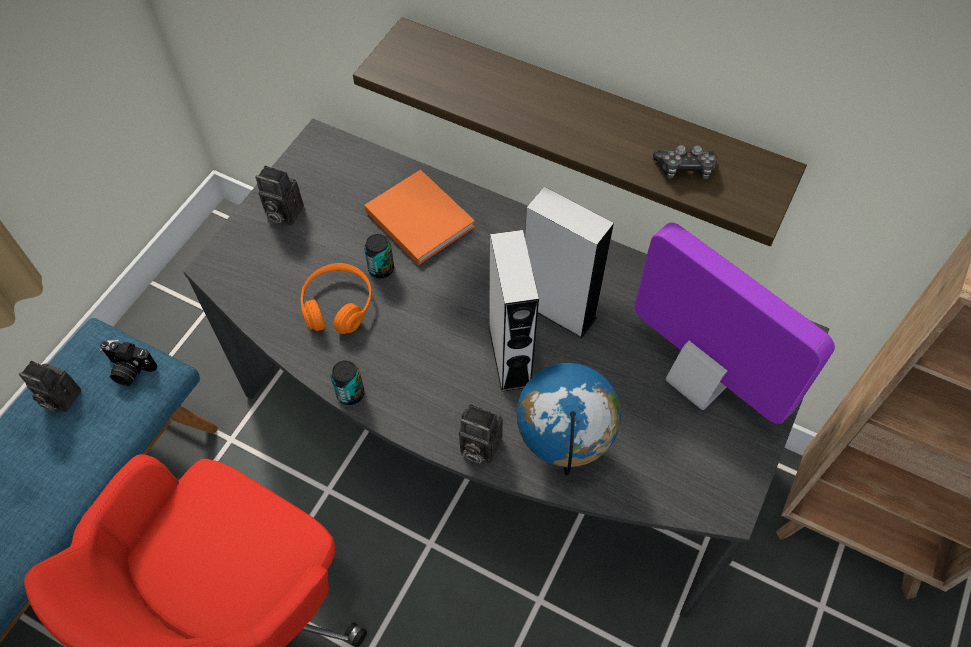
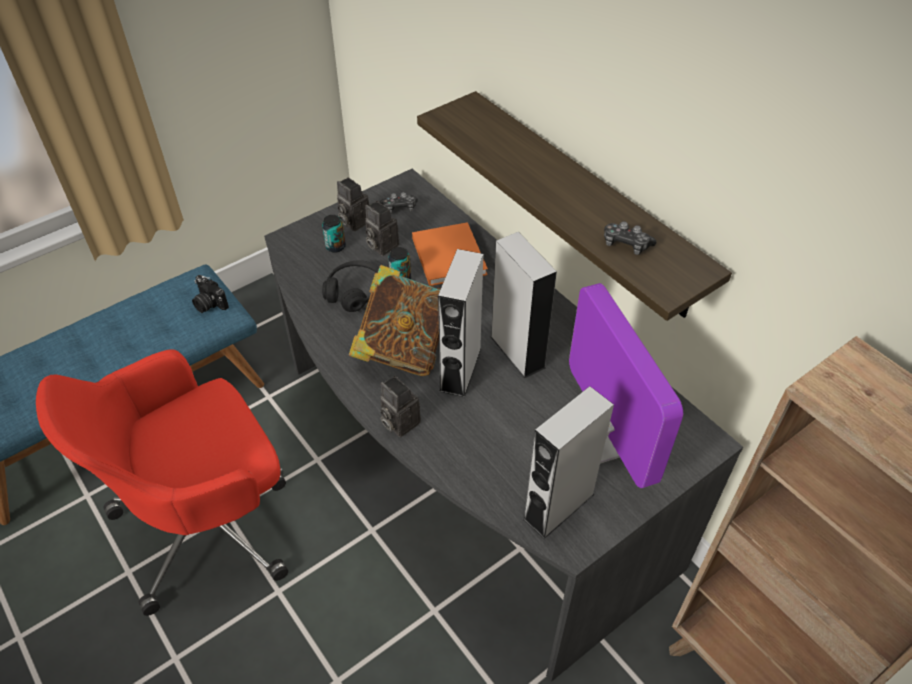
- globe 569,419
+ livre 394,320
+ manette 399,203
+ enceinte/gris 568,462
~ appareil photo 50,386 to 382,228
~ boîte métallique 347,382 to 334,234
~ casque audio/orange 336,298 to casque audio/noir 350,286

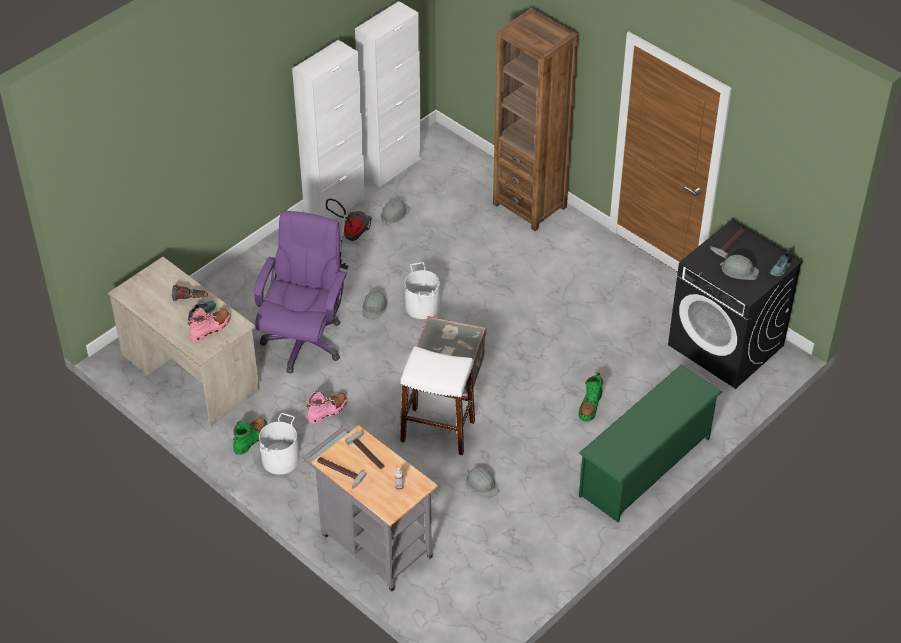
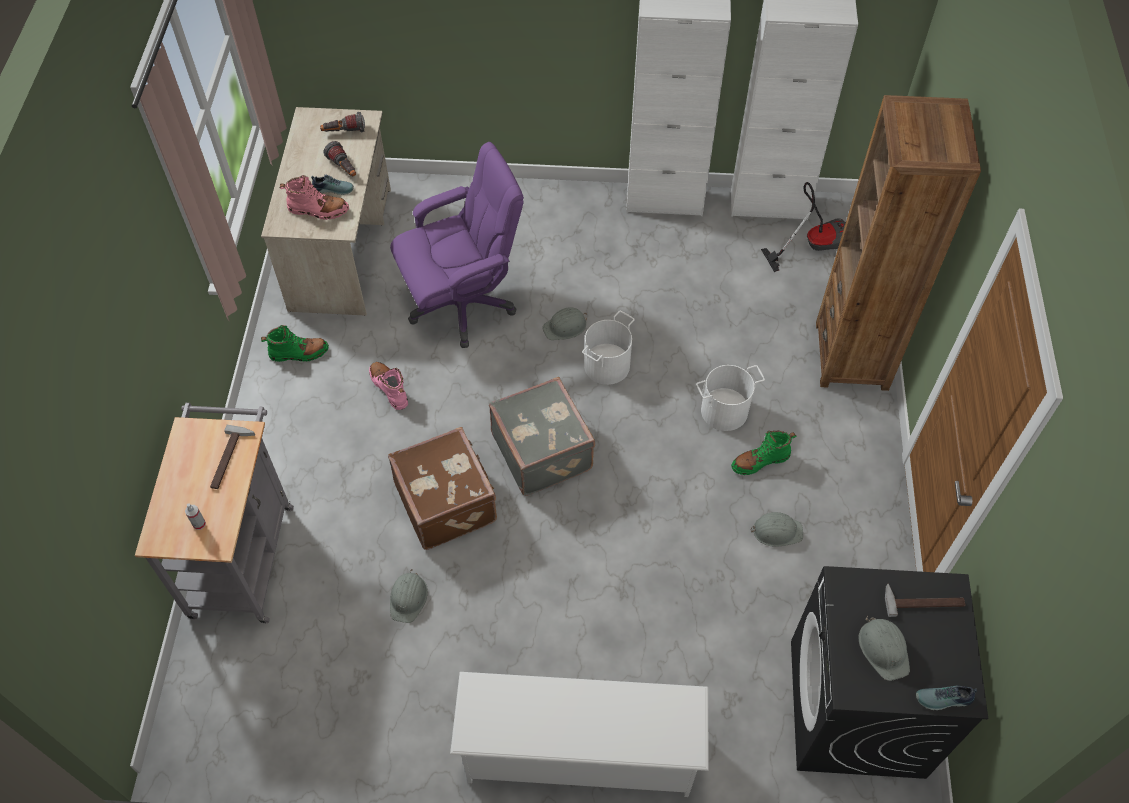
- marteau 341,473
+ lampe de poche 342,122
~ seau/blanc 279,444 to 730,398
~ aspirateur 349,234 to 803,227
~ casque de chantier/gris 395,211 to 777,529
~ botte/vert 591,397 to 763,453
~ tabouret/blanc 437,400 to valise/marron 442,488
~ étagère à chaussures/vert 650,443 to étagère à chaussures/blanc 579,734
~ botte/rose 327,407 = 388,386 135 degrees counterclockwise

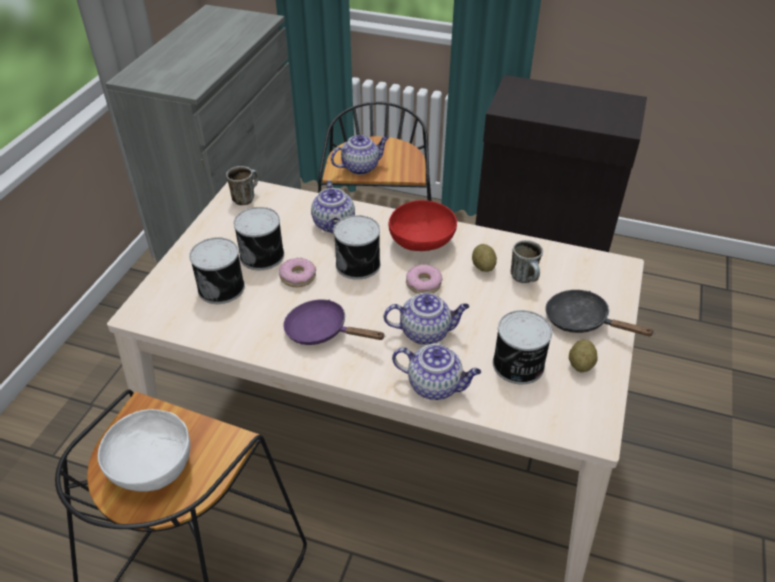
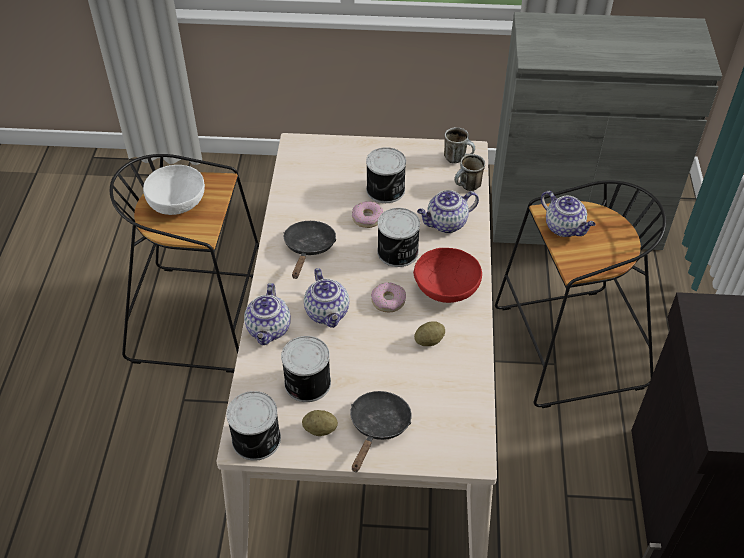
~ boîte métallique 217,270 to 253,426
~ mug 526,261 to 469,172
~ poêle/violet 333,322 to poêle/noir 310,250

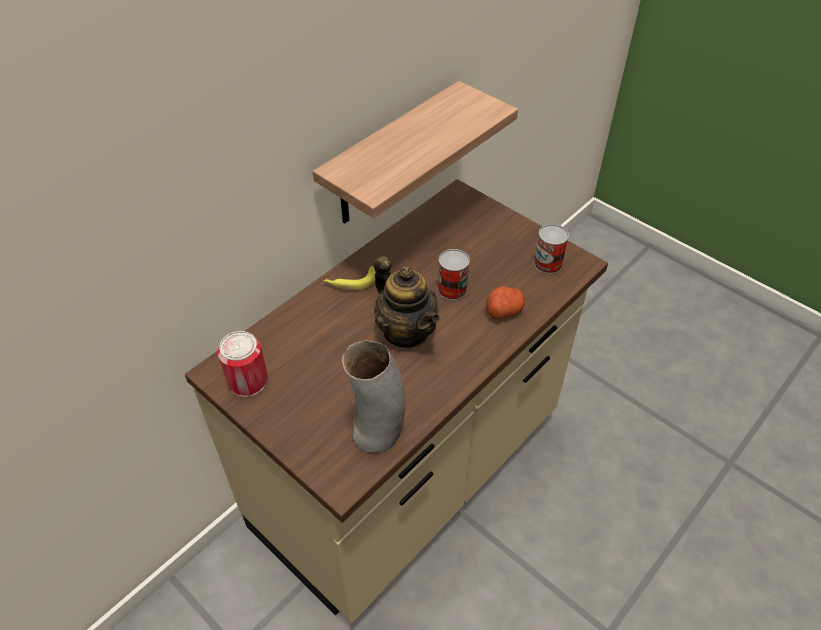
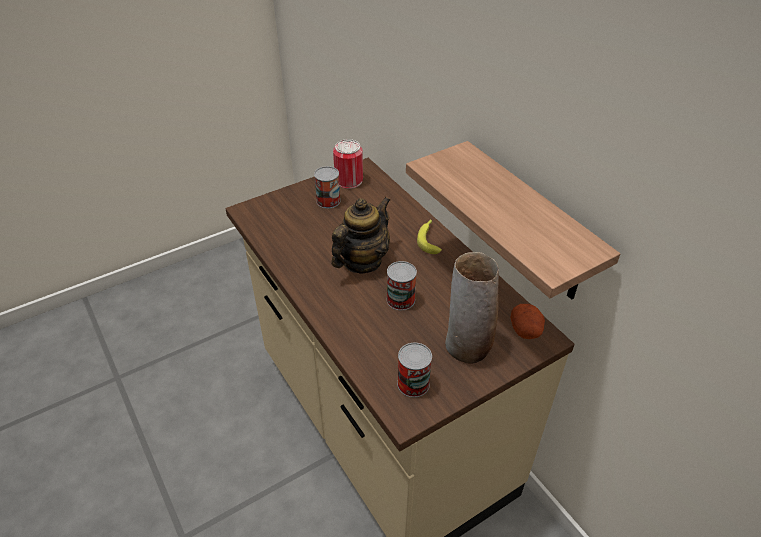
+ boîte métallique 327,187
~ vase 373,396 to 472,308
~ pomme de terre 505,302 to 527,321
~ théière 406,302 = 360,235 150 degrees clockwise

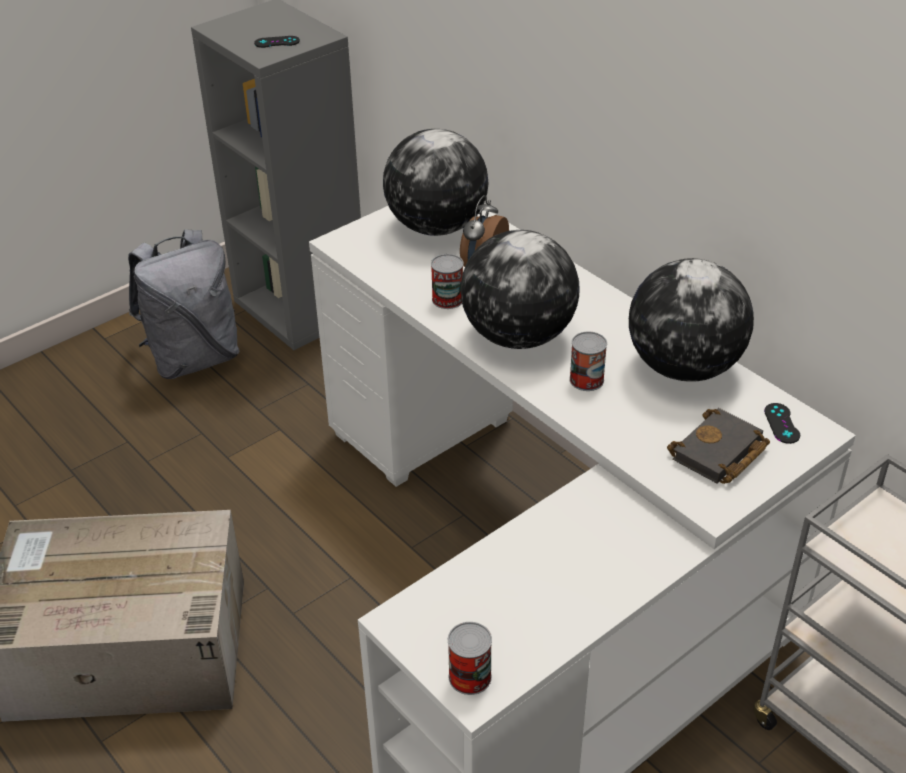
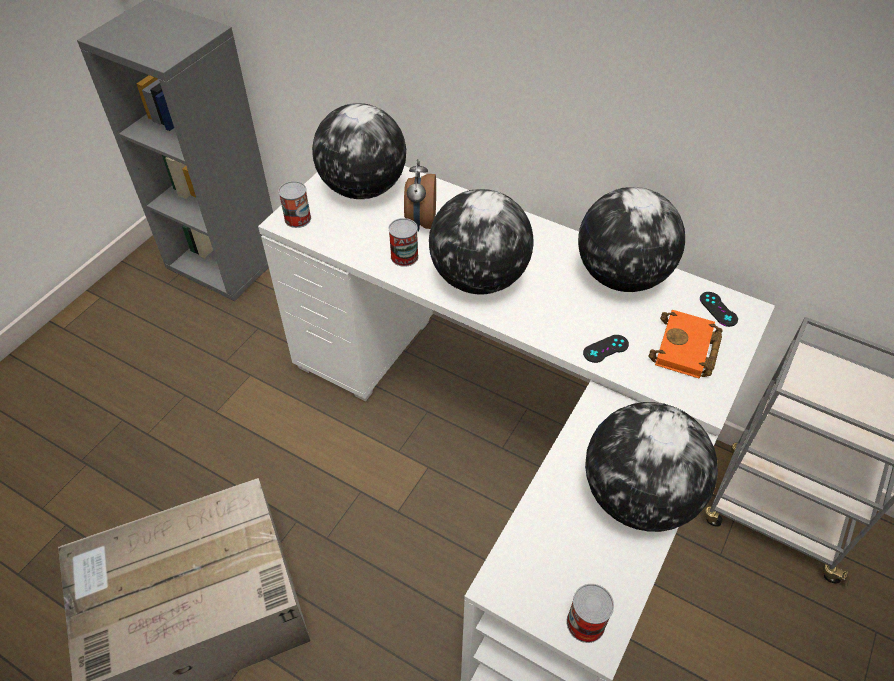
- sac à dos/gris 183,304
+ globe 651,467
~ manette/noir 277,42 to 606,349
~ boîte métallique 588,361 to 294,204
~ livre/noir 718,446 to livre/orange 685,344

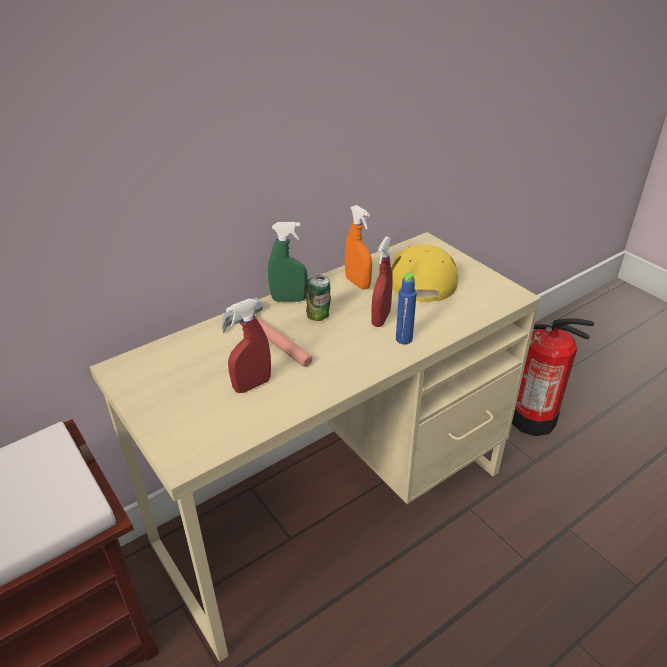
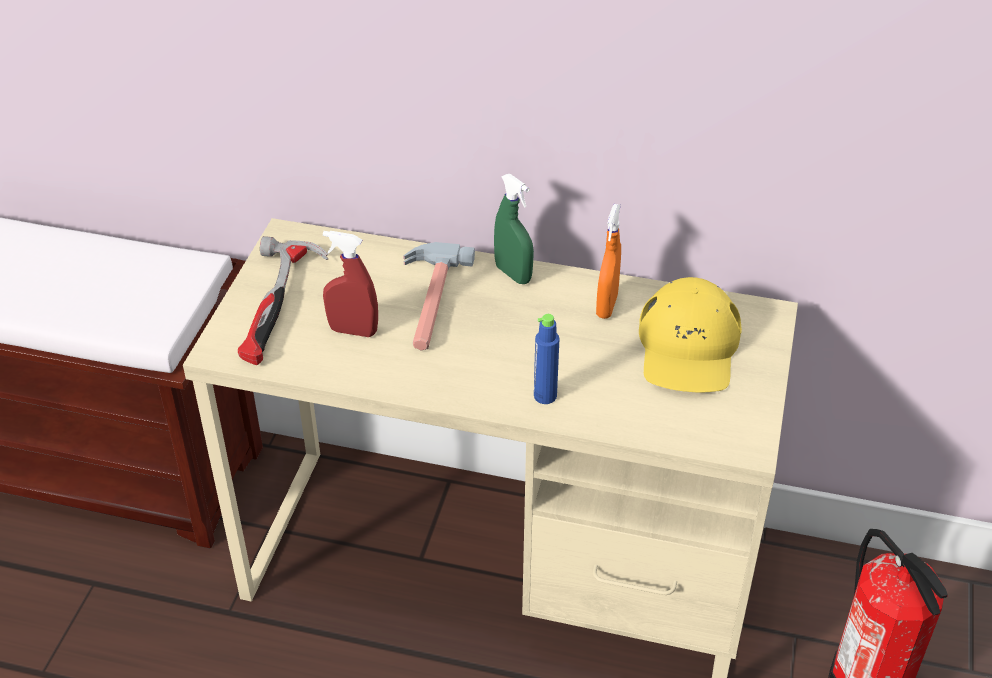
- boîte métallique 318,298
- vaporisateur/rouge 382,282
+ marteau 283,300
~ casquette/jaune 425,273 = 690,334 135 degrees clockwise

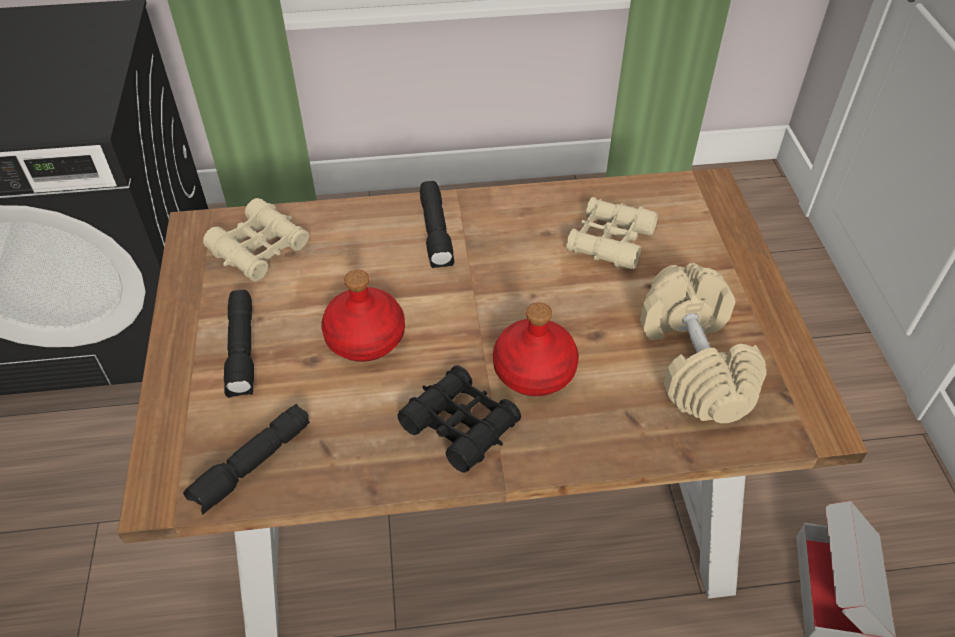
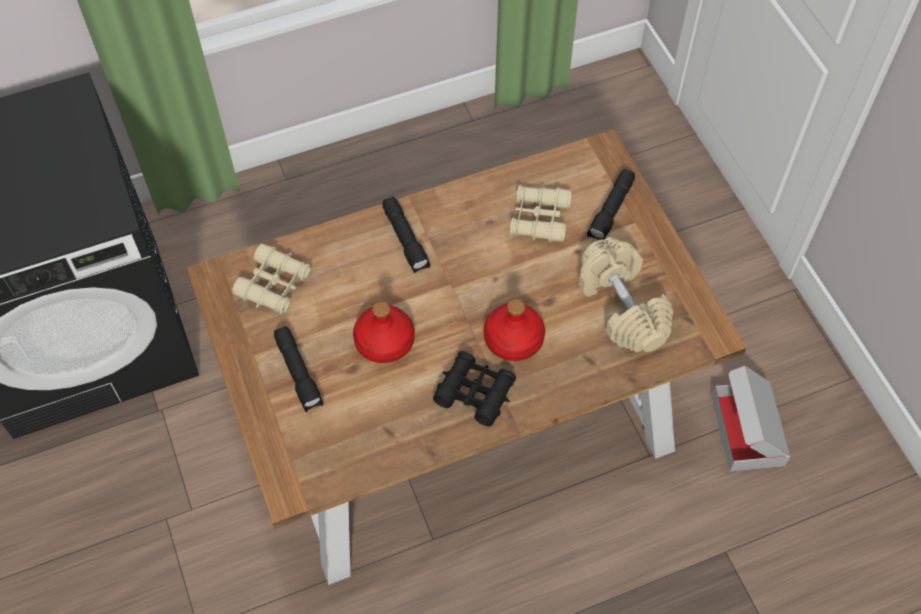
~ lampe de poche/noir 246,459 to 611,204

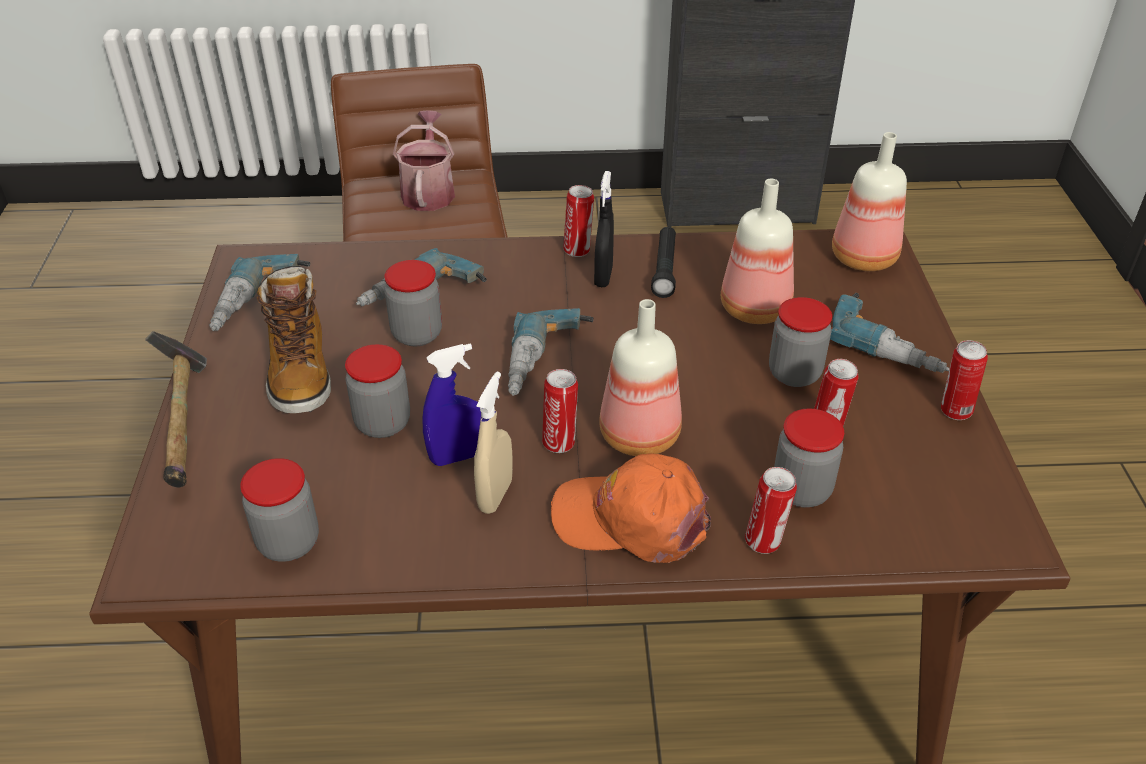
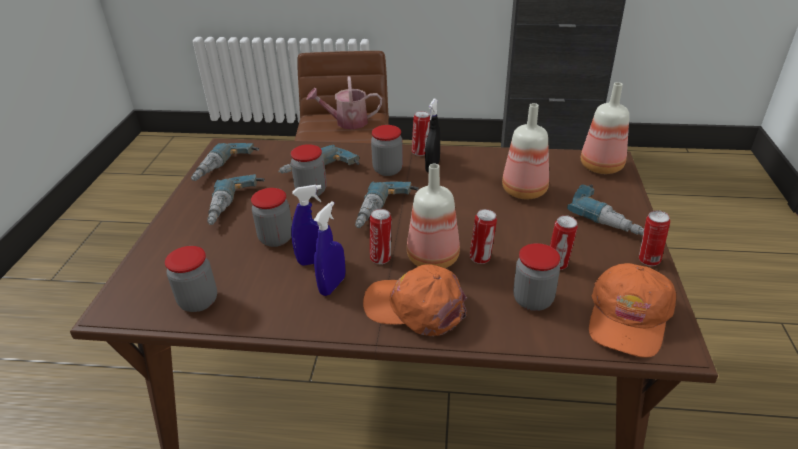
- marteau 176,409
- lampe de poche/noir 663,262
+ casquette/orange 632,310
~ boîte métallique 771,510 to 483,236
~ bocal 800,342 to 387,150
~ botte 294,339 to perceuse 236,199
~ vaporisateur/beige 493,443 to vaporisateur/bleu 330,248
~ arrosoir 424,160 = 344,102 105 degrees counterclockwise

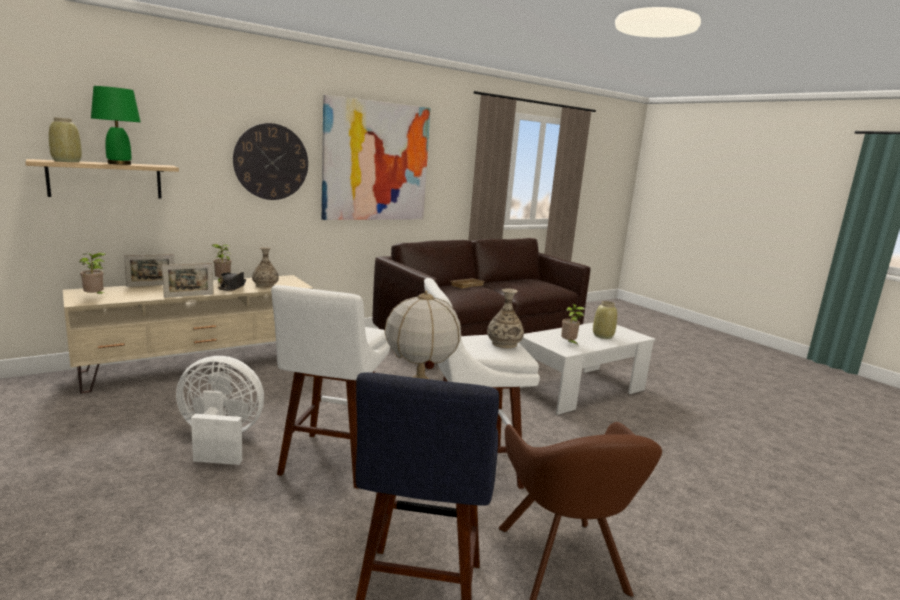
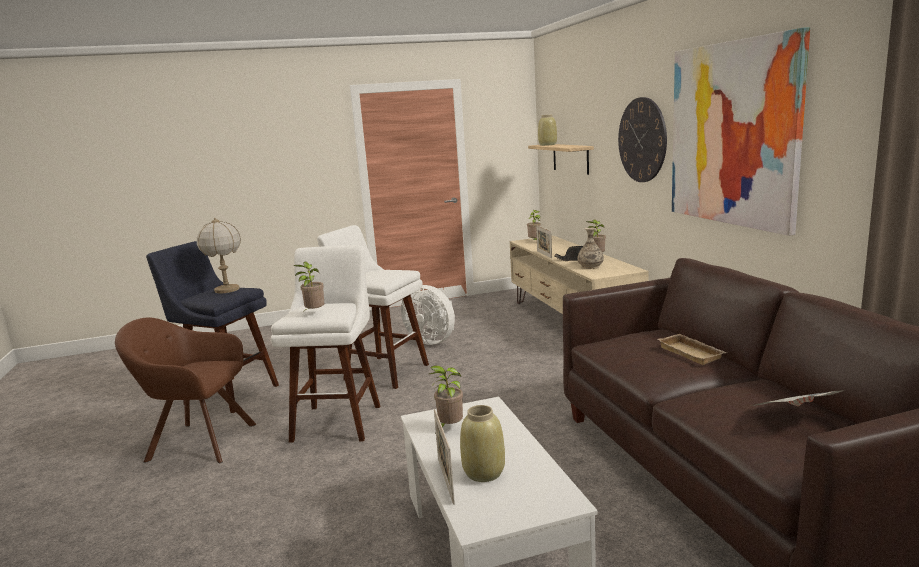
- lampe de table/vert 116,125
+ journal 798,399
~ cadre photo 149,270 to 444,457
~ vase 505,318 to plante en pot 308,287
~ ventilateur/blanc 220,410 = 428,315 105 degrees clockwise

